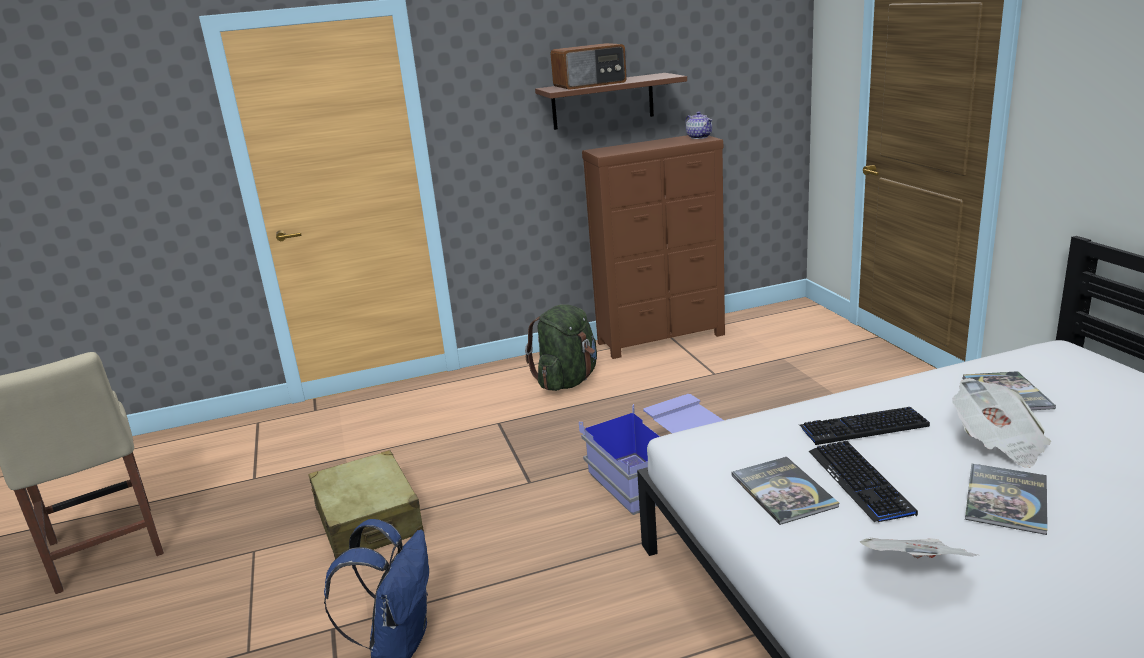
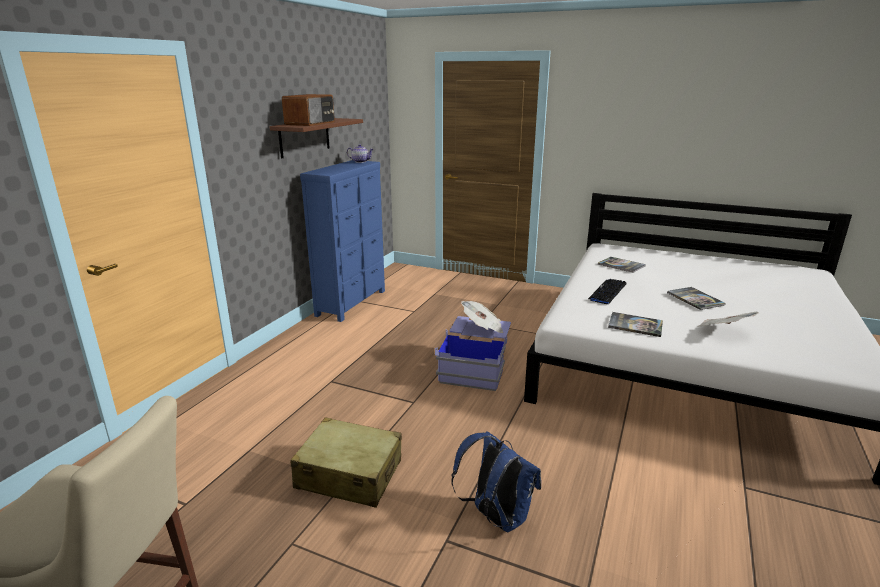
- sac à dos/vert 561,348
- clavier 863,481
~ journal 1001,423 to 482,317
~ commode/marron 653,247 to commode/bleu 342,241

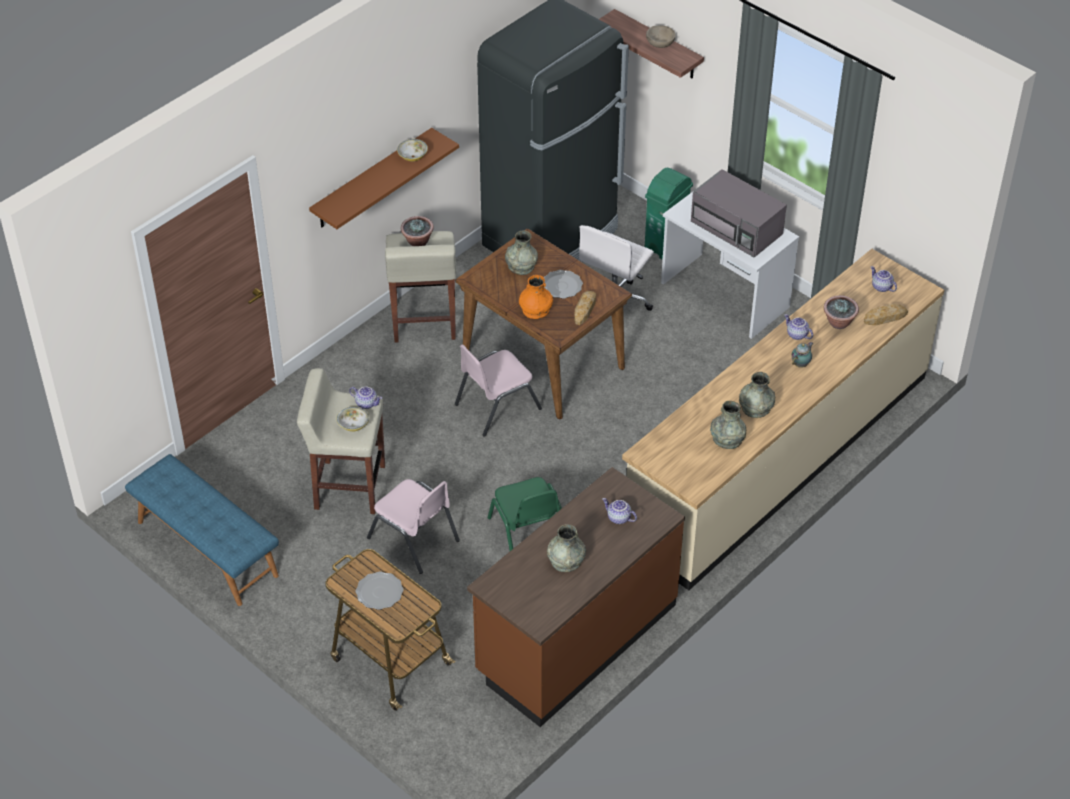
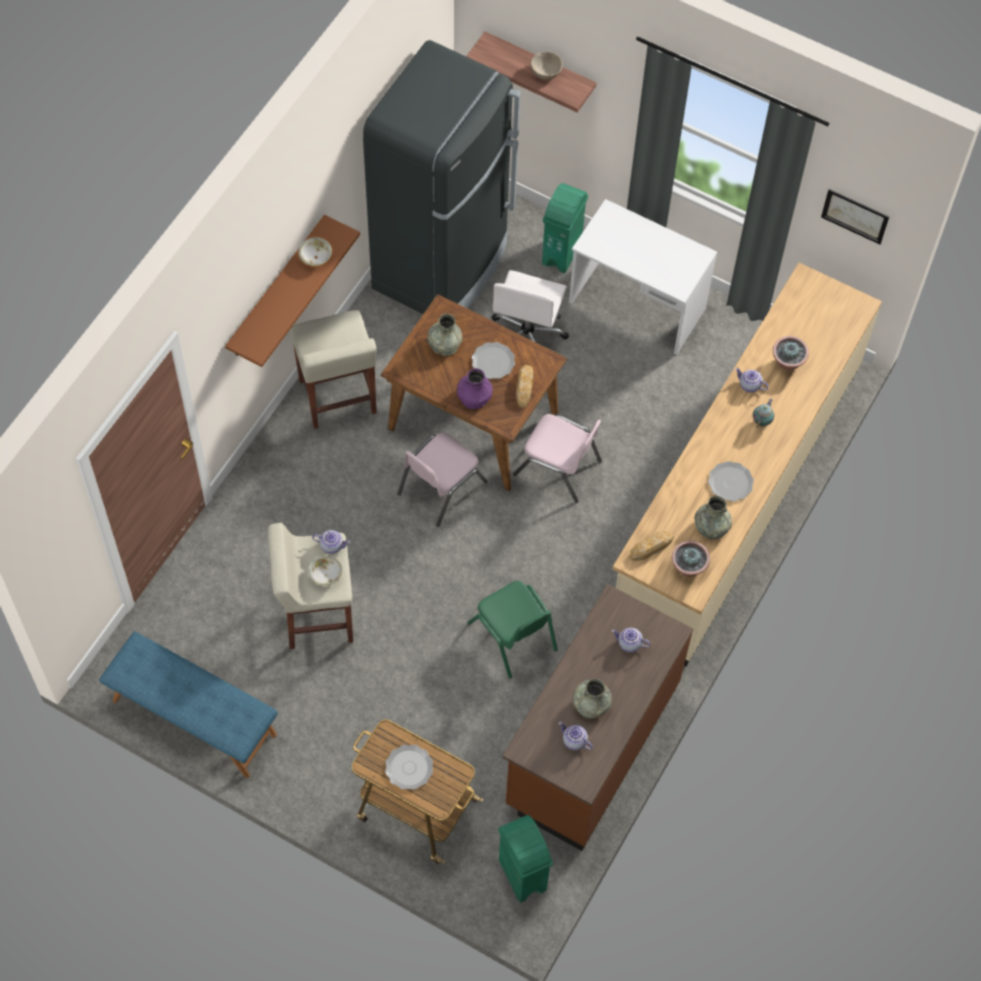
- micro-ondes/gris 739,213
+ poubelle/vert 525,858
+ tableau 855,216
~ chaise/rose 413,526 to 557,458
~ plante en pot 417,231 to 691,559
~ pain 886,314 to 652,546
~ théière 884,279 to 576,736
~ vase/gris 757,395 to assiette 731,481
~ vase/orange 536,297 to vase/violet 475,388

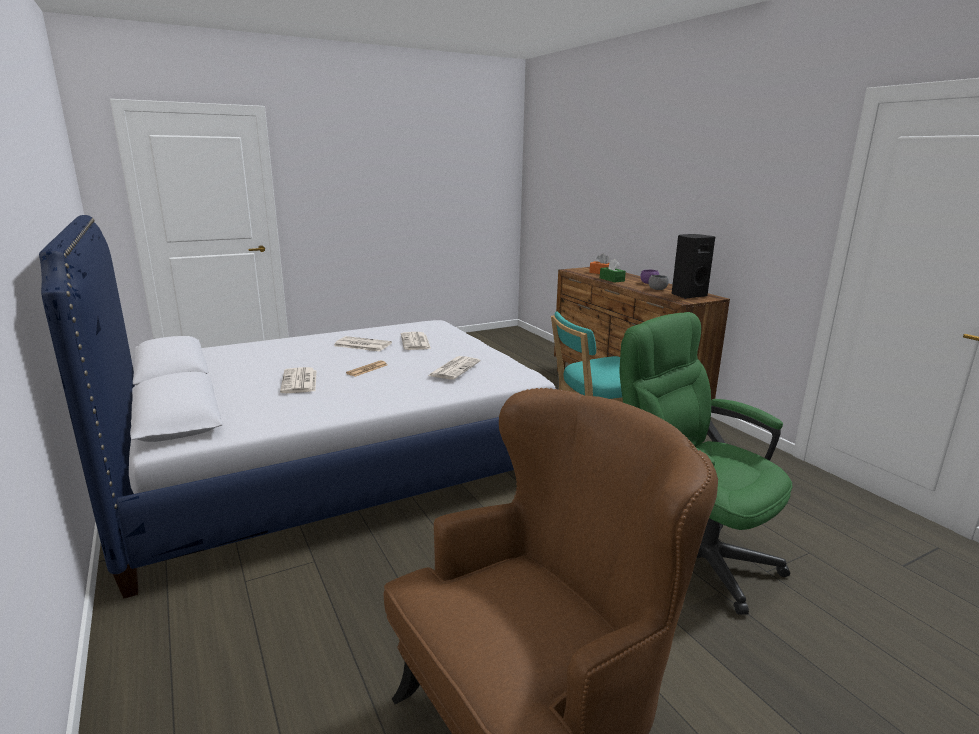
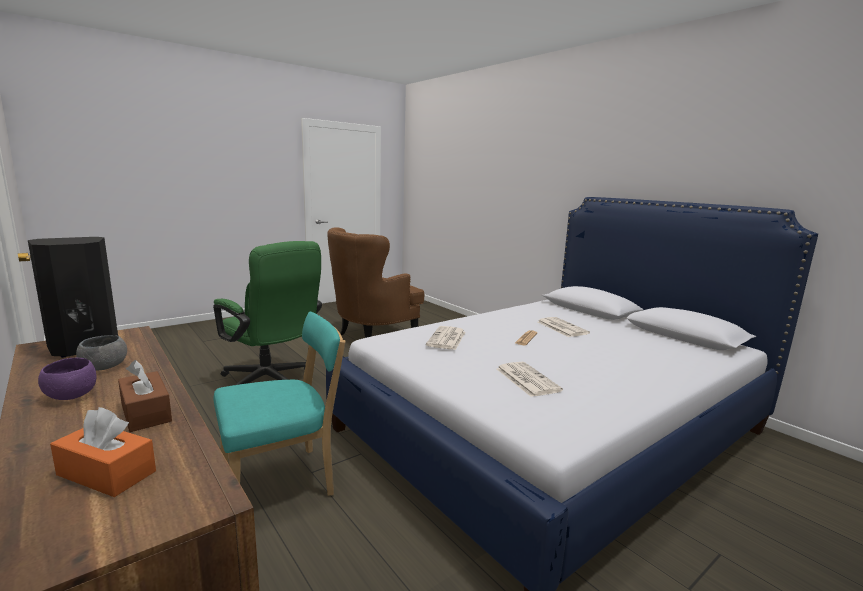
- journal 363,344
~ boîte à mouchoirs/vert 613,271 to boîte à mouchoirs/marron 145,396

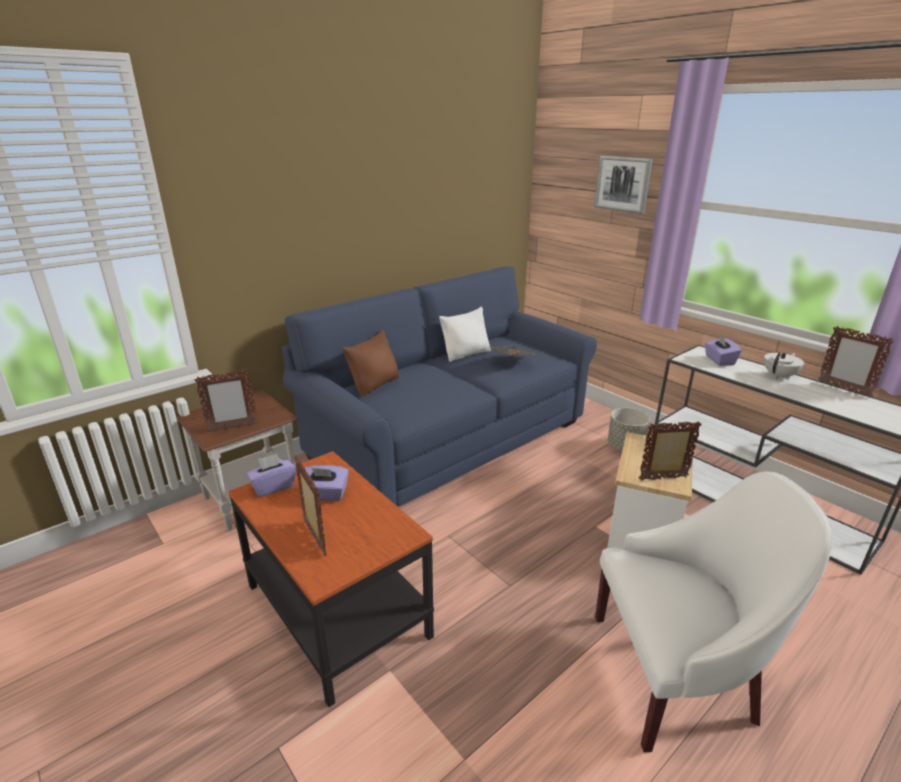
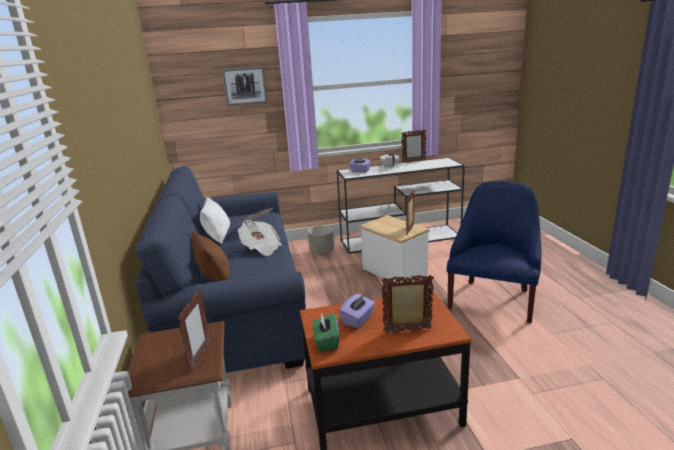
+ journal 259,238
~ boîte à mouchoirs/violet 271,475 to boîte à mouchoirs/vert 326,332
~ fauteuil/blanc 714,612 to fauteuil/bleu 494,252

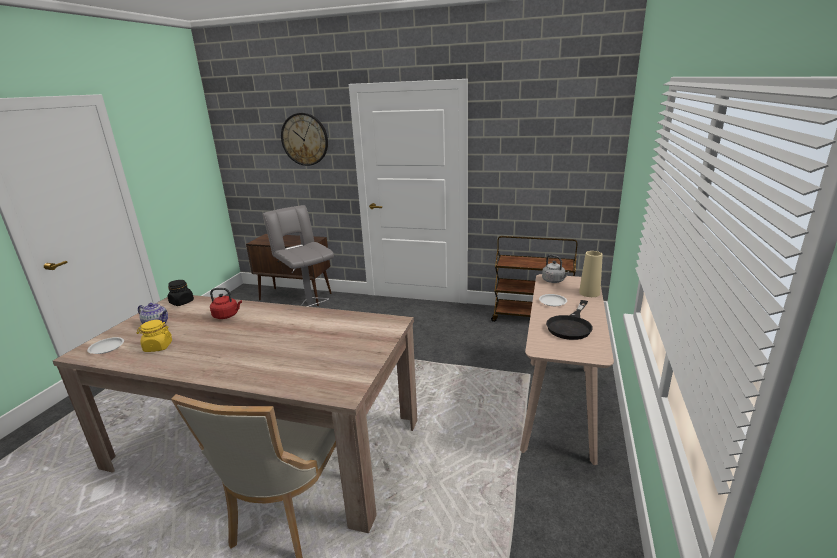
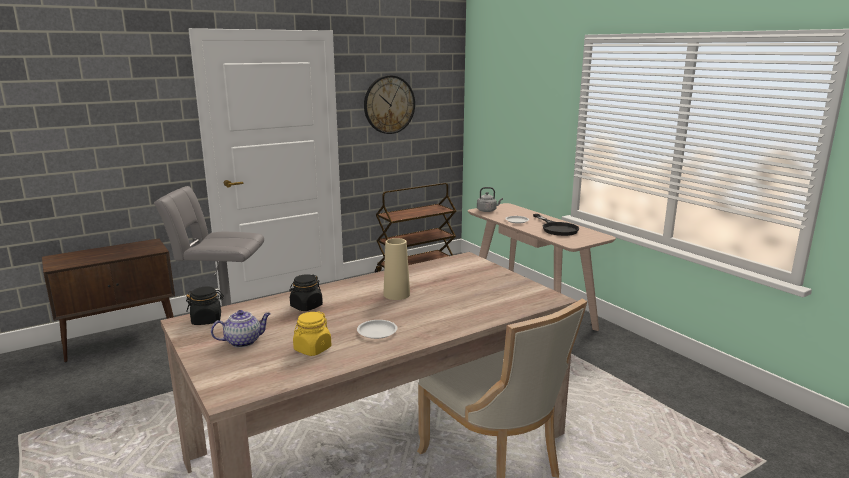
~ assiette/blanc 105,345 to 377,329
~ horloge murale 304,139 to 389,104
~ vase/beige 591,274 to 397,269
~ bouilloire/rouge 226,303 to bocal/noir 306,292

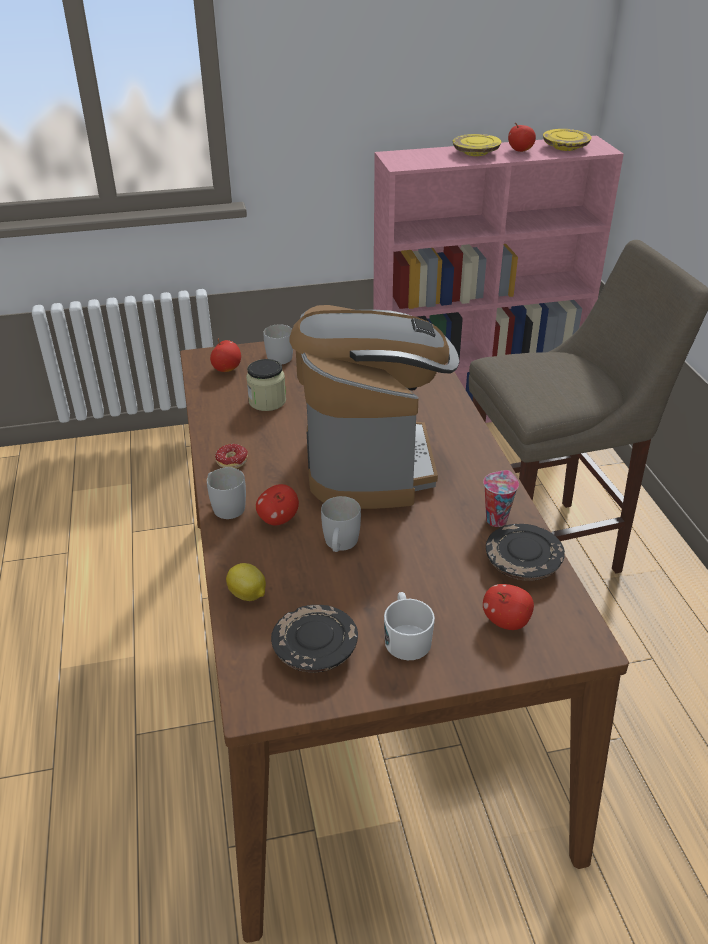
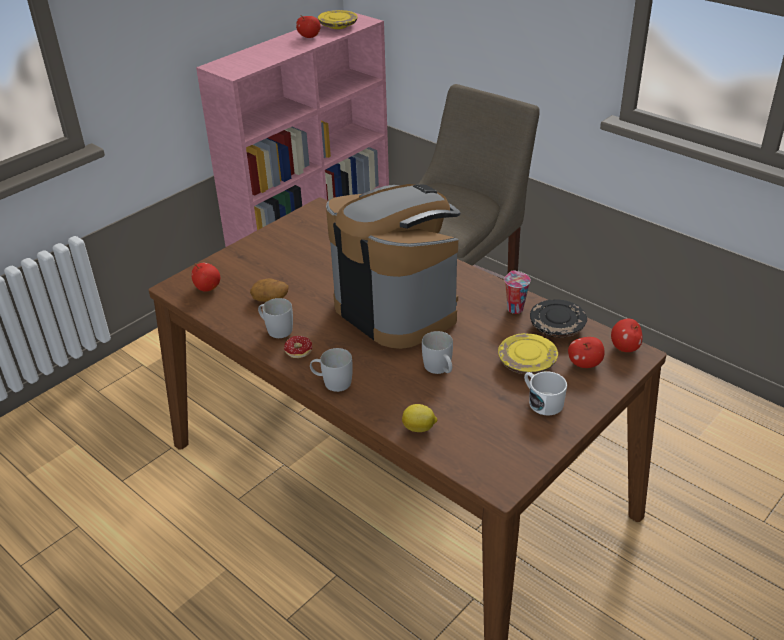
- assiette/noir 314,638
~ pomme 277,504 to 626,335
~ mug/blanc 278,344 to 275,318
~ assiette/jaune 477,145 to 528,353
~ bocal 266,385 to pomme de terre 269,290

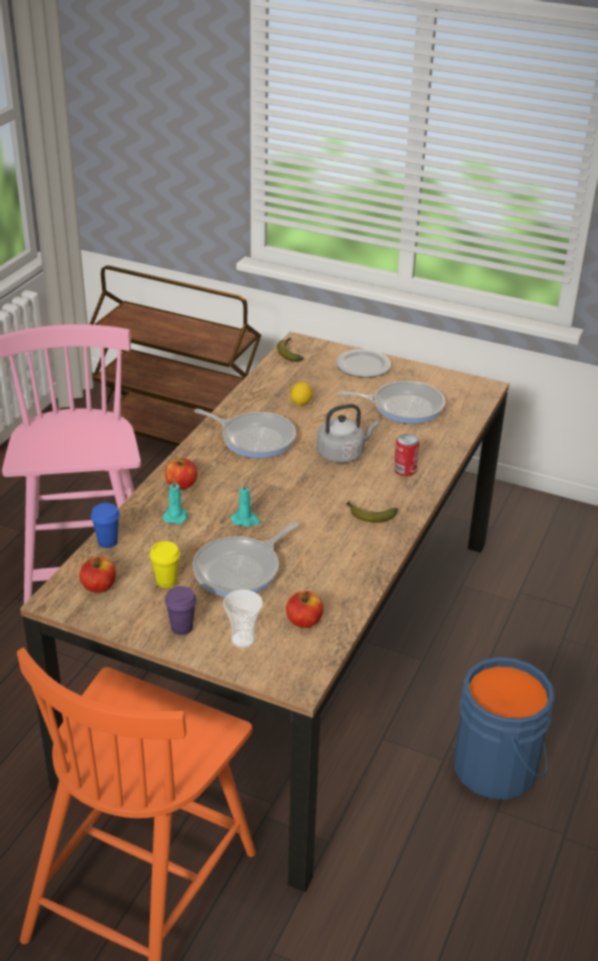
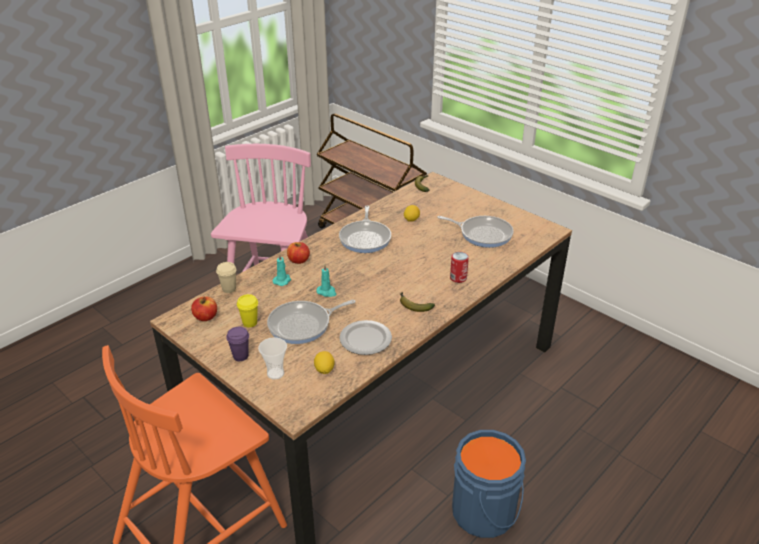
- bouilloire/gris 347,433
~ assiette 363,363 to 366,337
~ pomme 304,609 to citron 324,362
~ tasse/bleu 105,525 to tasse/beige 226,277
~ poêle 245,433 = 365,229 45 degrees clockwise

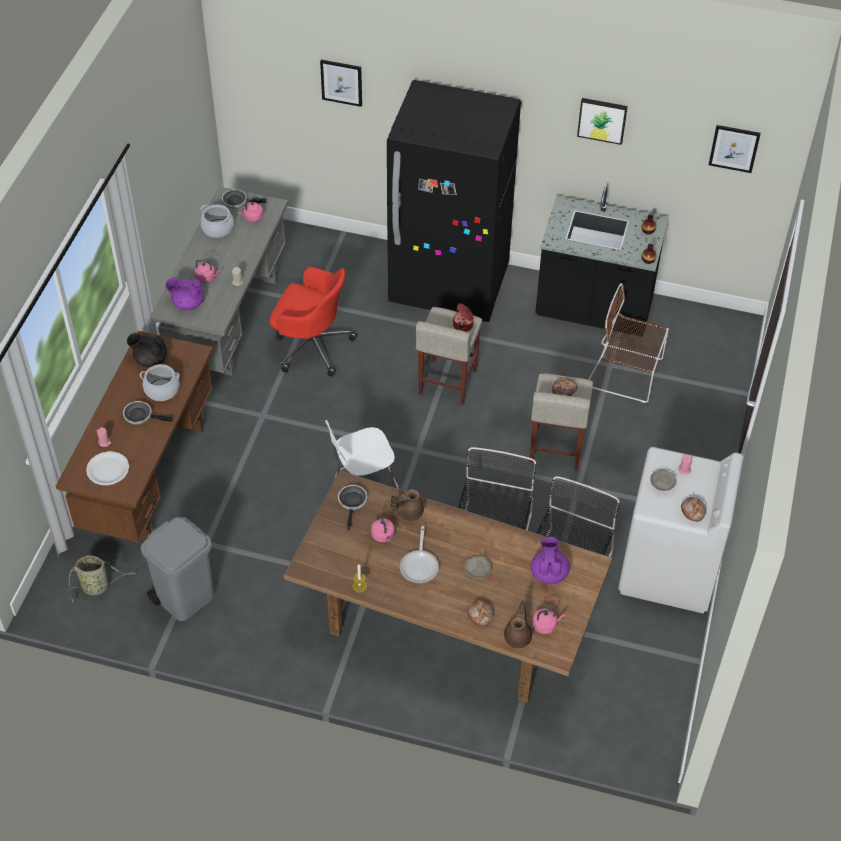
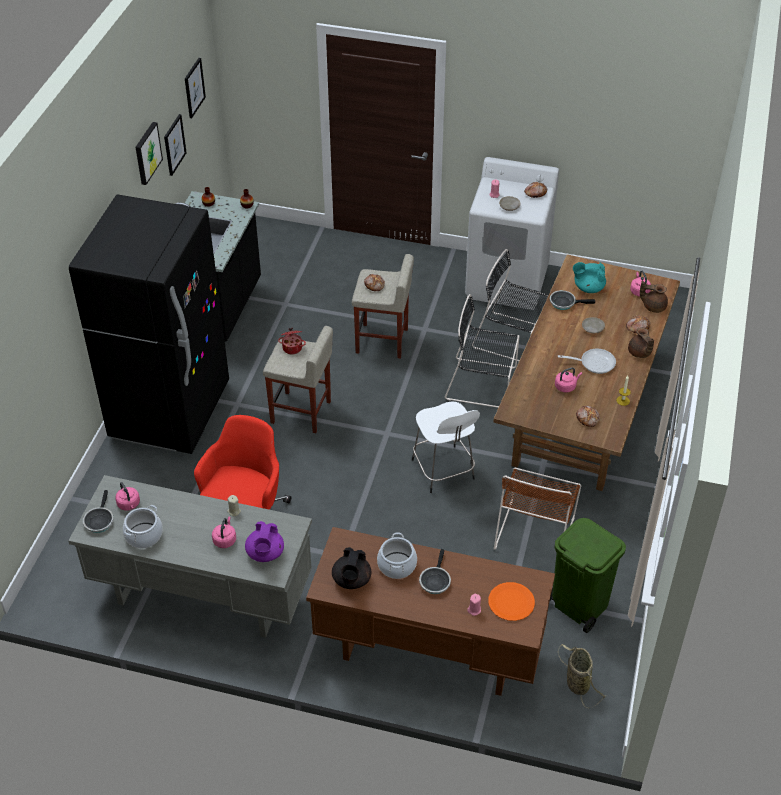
+ pain 588,416
~ tableau 341,83 to 175,145
~ poêle 353,507 to 572,300
~ théière/marron 407,505 to 641,343
~ chaise/marron 628,343 to 537,508
~ assiette/blanc 107,468 to assiette/orange 511,601
~ poubelle/gris 177,569 to poubelle/vert 588,575
~ théière/violet 550,560 to théière/turquoise 589,277

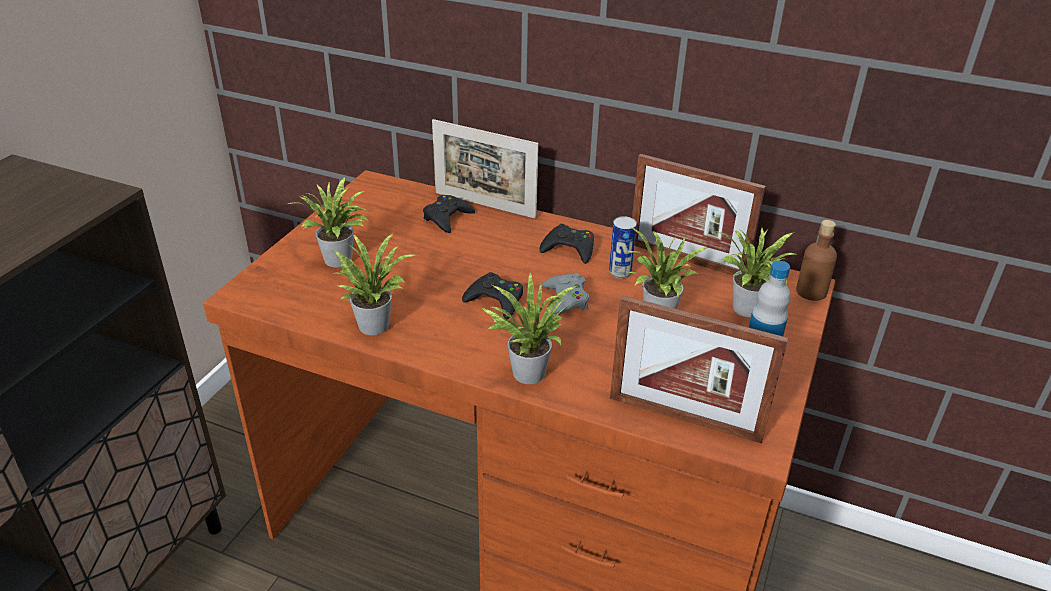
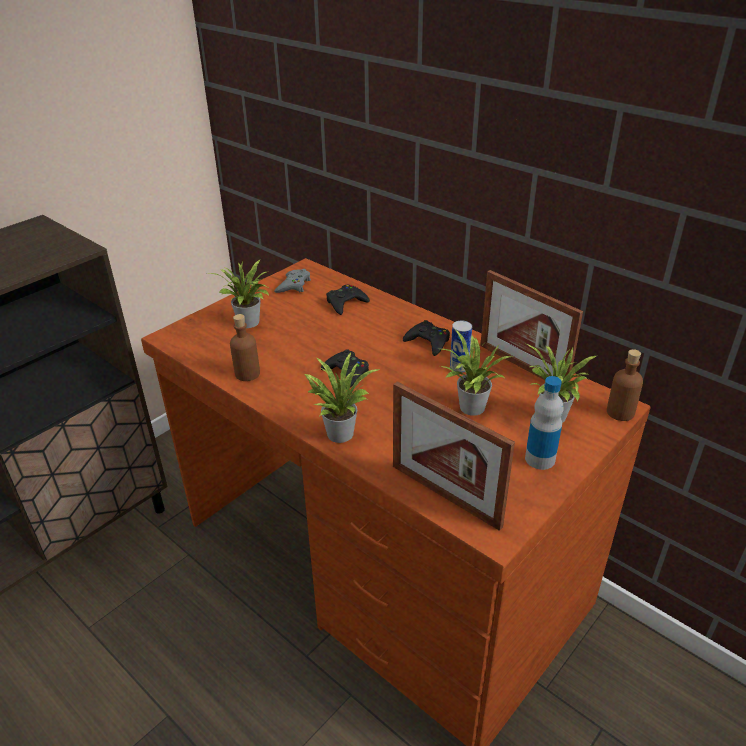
- cadre photo 485,169
~ manette/gris 565,294 to 292,281
~ plante en pot 373,284 to bouteille/marron 245,347

